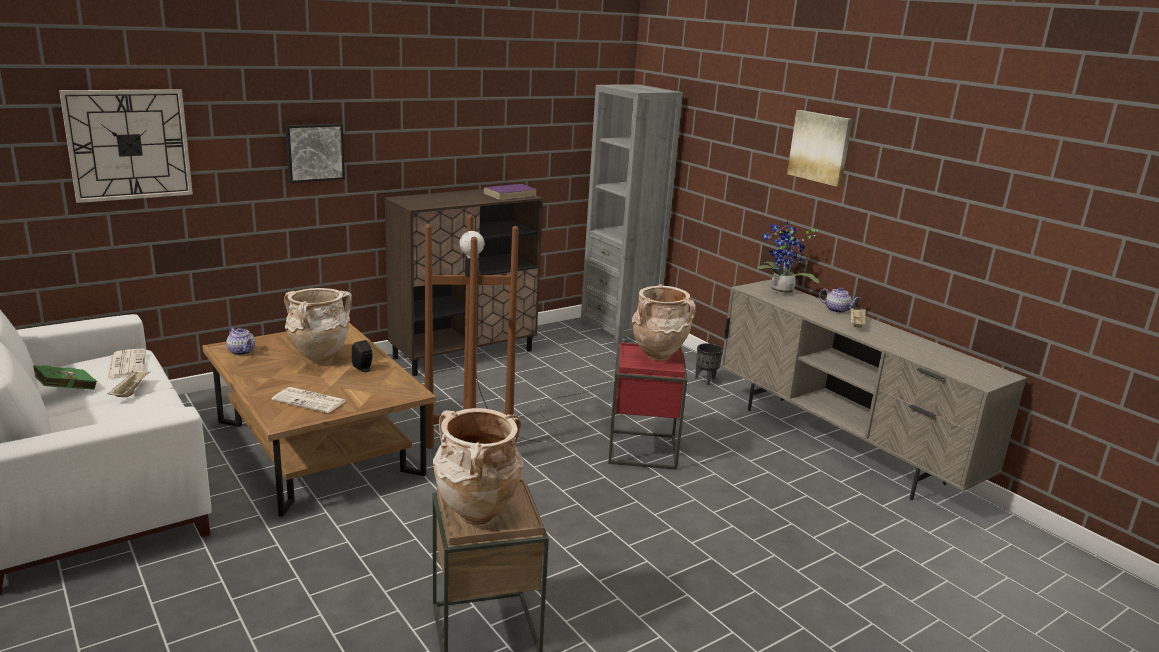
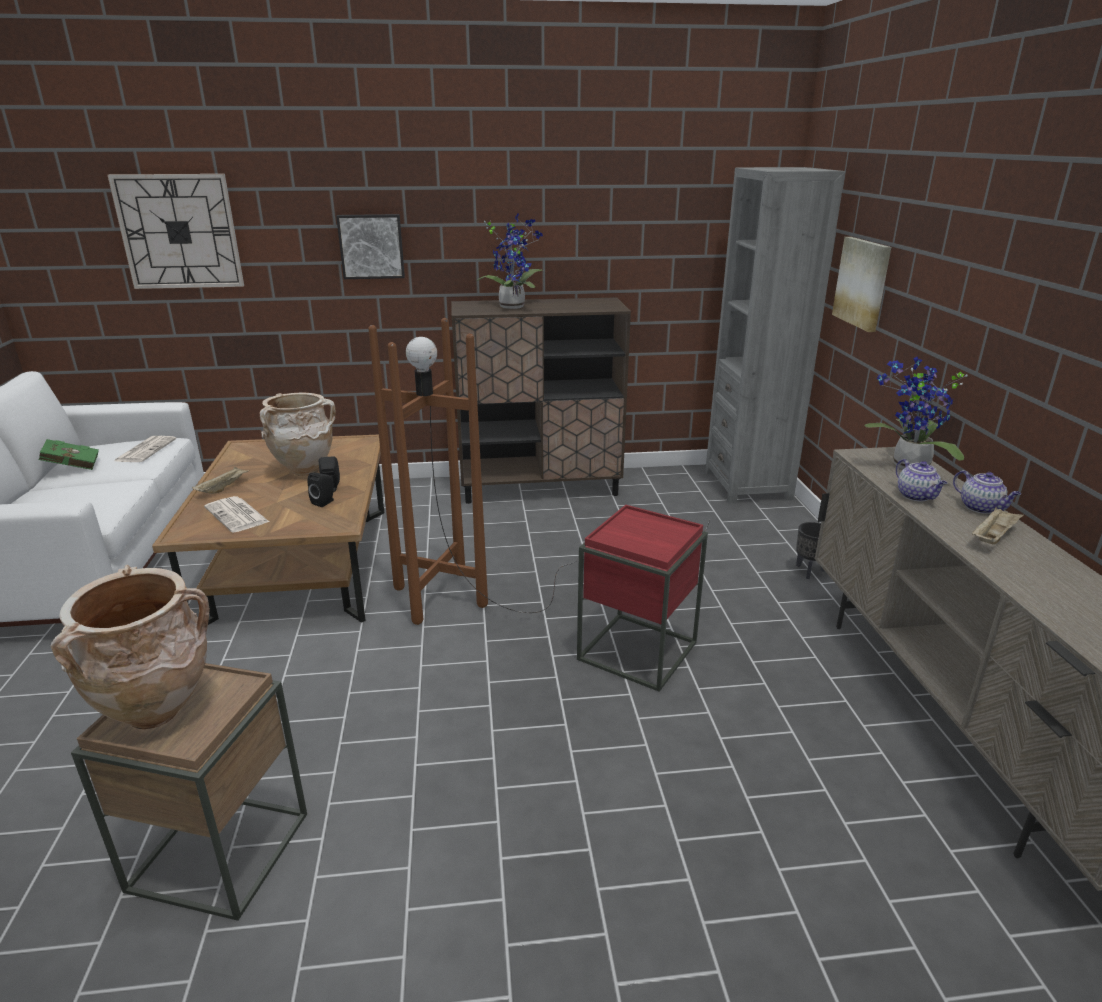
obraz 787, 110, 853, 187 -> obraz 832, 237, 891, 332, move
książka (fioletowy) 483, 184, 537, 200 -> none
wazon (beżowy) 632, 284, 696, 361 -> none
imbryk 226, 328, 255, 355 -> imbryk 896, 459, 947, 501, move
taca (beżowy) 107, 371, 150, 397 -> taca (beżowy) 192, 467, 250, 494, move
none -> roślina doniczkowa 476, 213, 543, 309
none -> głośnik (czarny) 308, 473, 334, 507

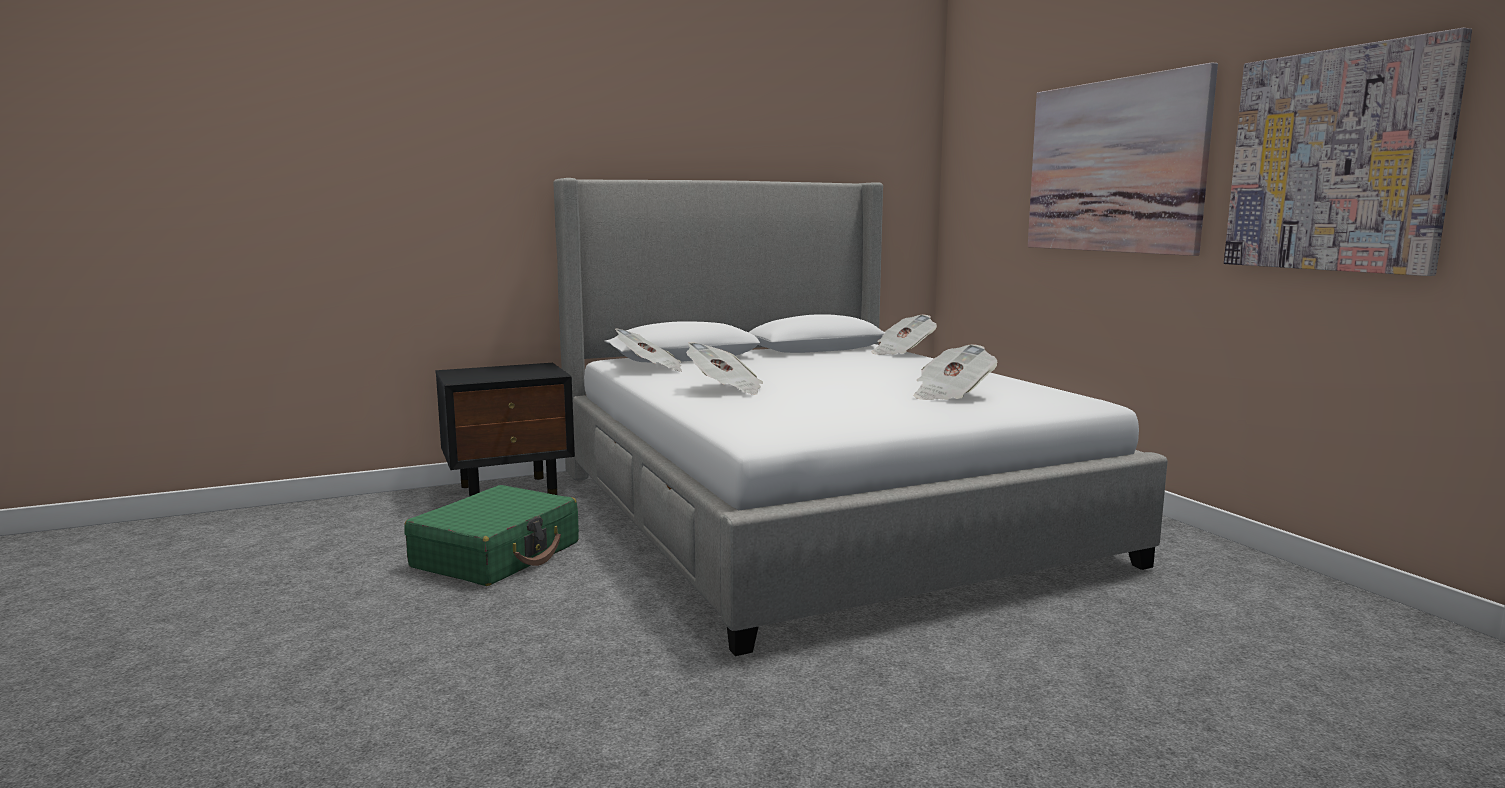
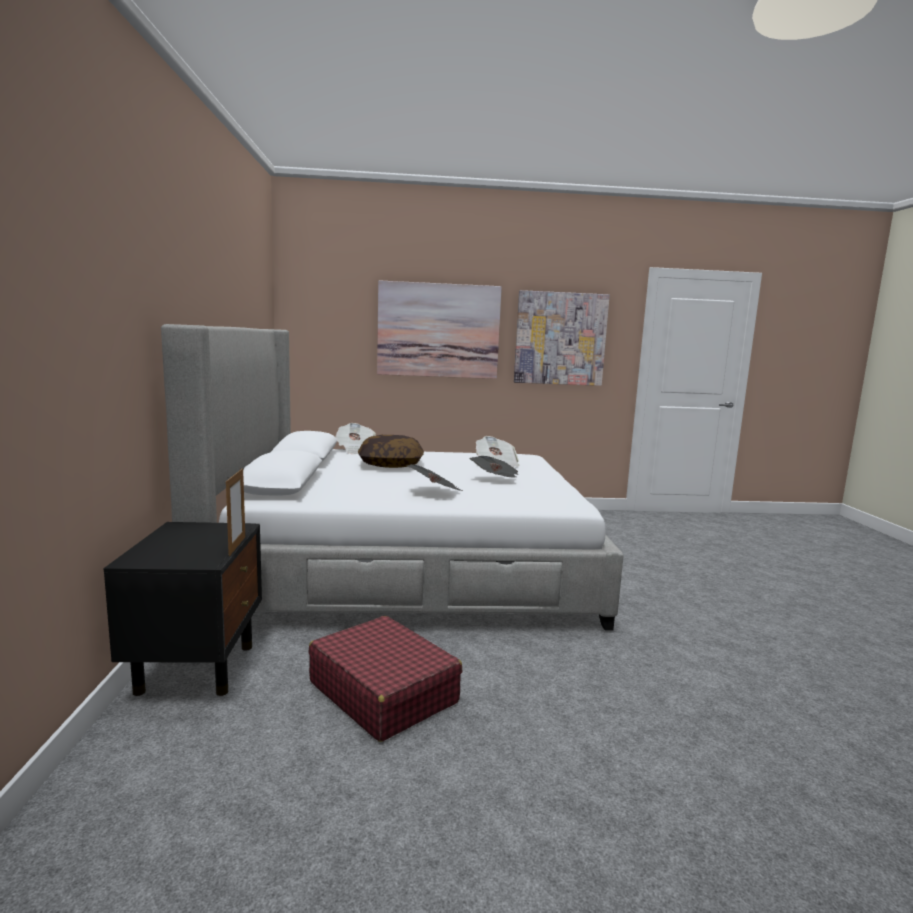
gazeta 615, 328, 682, 372 -> gazeta 469, 456, 519, 477, move
walizka (zielony) 404, 485, 579, 586 -> walizka (czerwony) 308, 616, 462, 742
none -> poduszka 358, 435, 424, 468
none -> ramka na zdjęcie 226, 468, 245, 556

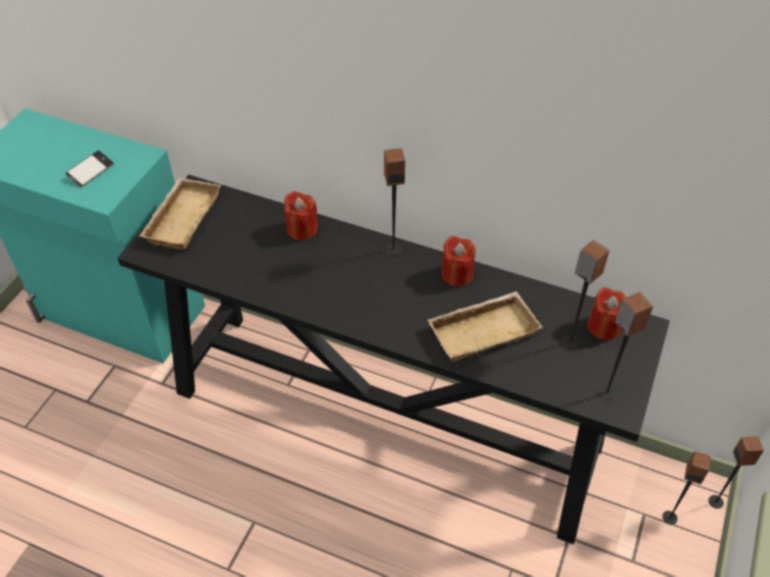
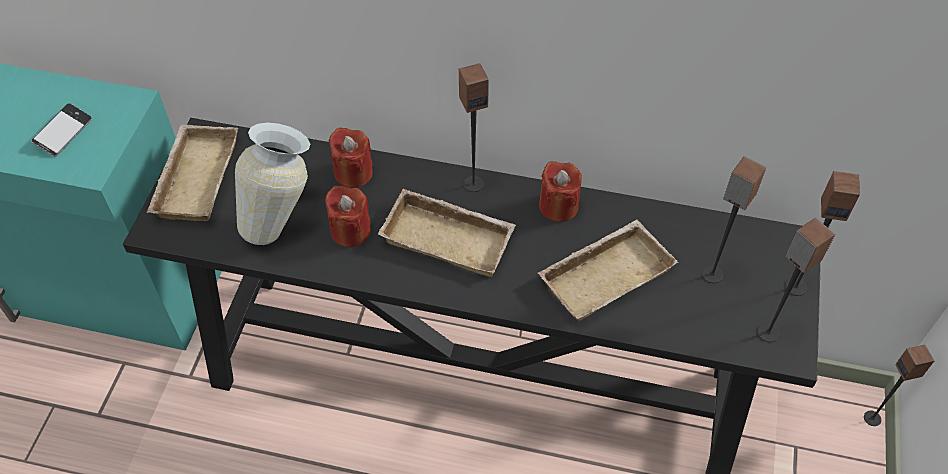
świeca (czerwony) 588, 287, 626, 340 -> świeca (czerwony) 325, 185, 371, 247, move
głośnik 662, 451, 711, 525 -> głośnik 785, 171, 860, 296, move
none -> wazon 235, 123, 310, 245
none -> taca (beżowy) 378, 188, 516, 277

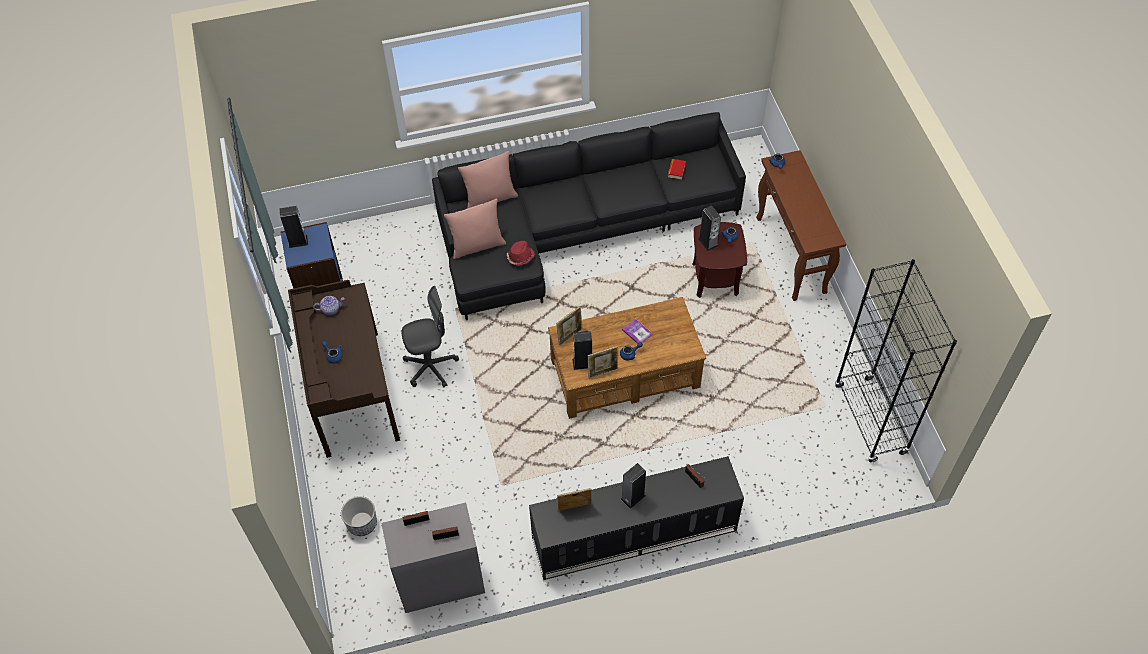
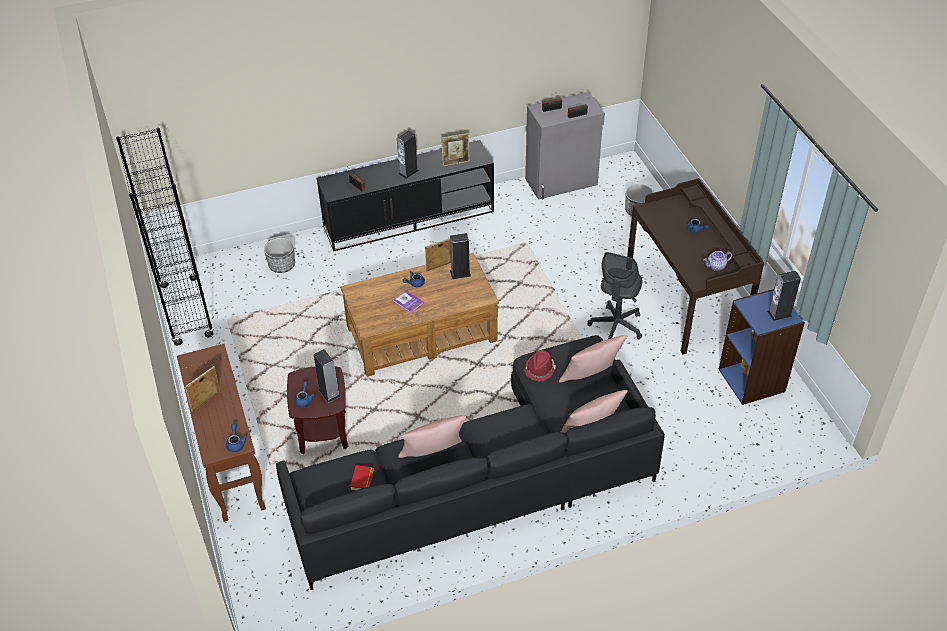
krzesło biurowe (szary) 401, 286, 459, 387 -> krzesło biurowe (szary) 587, 252, 642, 340, 45 degrees counterclockwise
ramka na zdjęcie 556, 306, 583, 346 -> ramka na zdjęcie 185, 366, 220, 412, move
none -> donica 264, 238, 295, 273
none -> poduszka (różowy) 398, 415, 467, 458

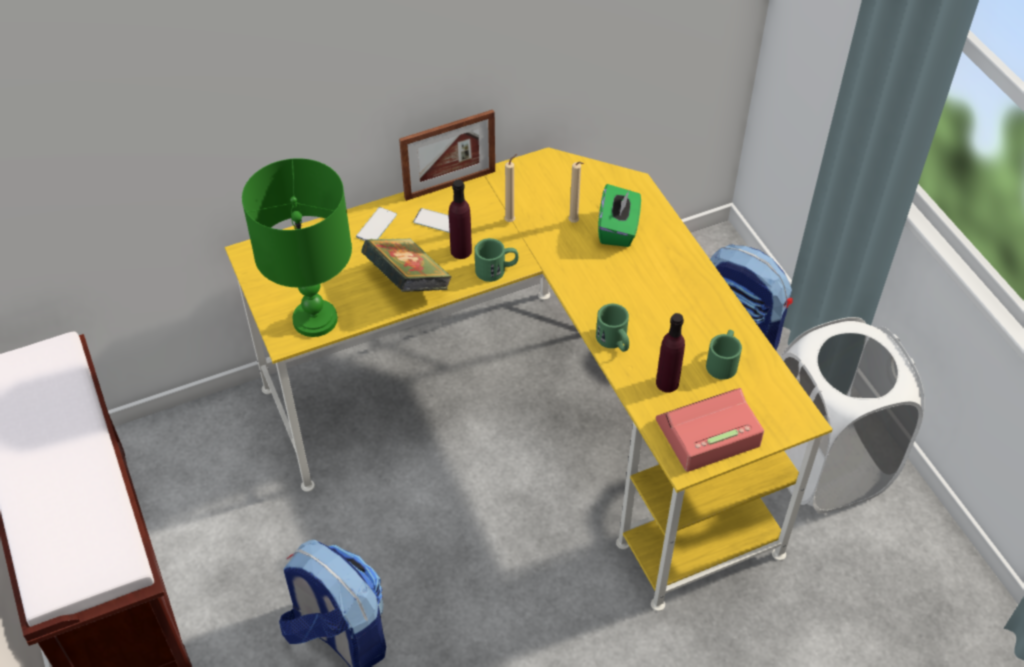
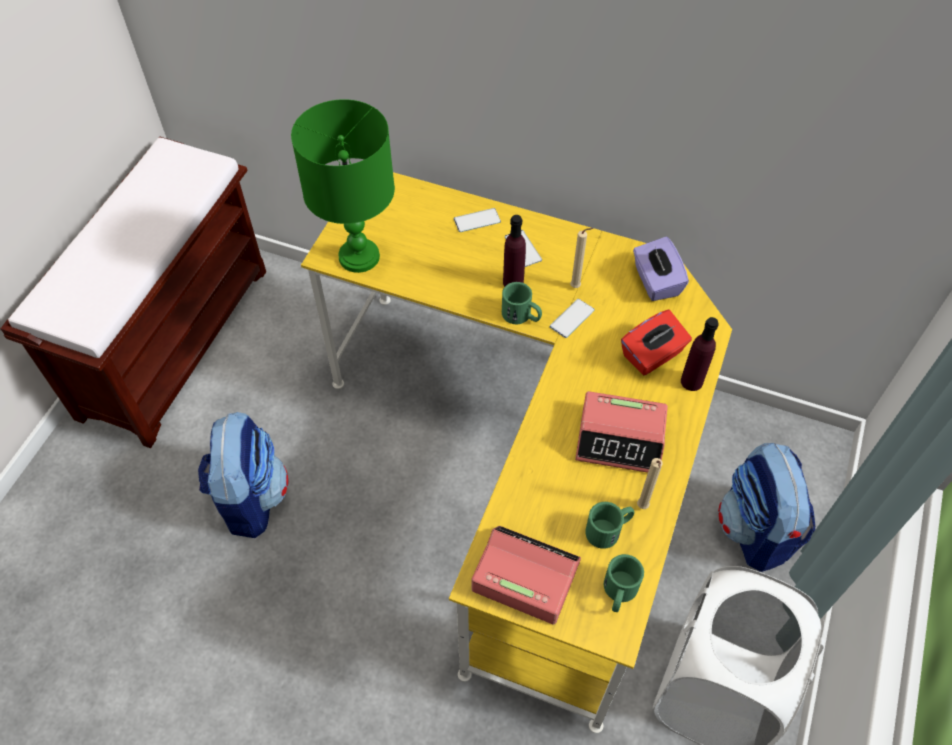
ramka na zdjęcie 399, 110, 495, 201 -> none
świeca (beżowy) 569, 162, 584, 223 -> świeca (beżowy) 637, 458, 663, 509, move
pudełko chusteczek (zielony) 598, 184, 641, 247 -> pudełko chusteczek (czerwony) 621, 310, 692, 376
książka 361, 238, 452, 292 -> none
kubek (zielony) 596, 304, 629, 352 -> kubek (zielony) 604, 554, 644, 612, move
butelka (fioletowy) 656, 313, 685, 392 -> butelka (fioletowy) 681, 317, 719, 391, move
none -> pudełko chusteczek (fioletowy) 633, 237, 689, 301
none -> telefon 550, 299, 595, 338
none -> budzik 575, 391, 668, 473

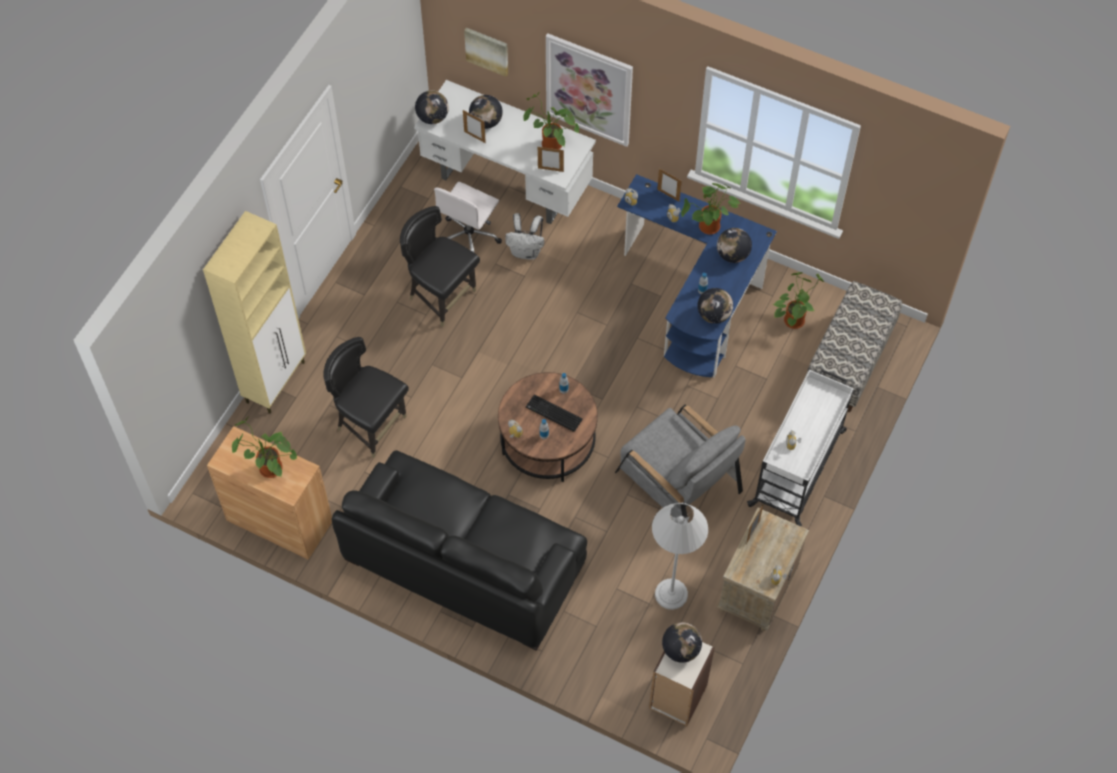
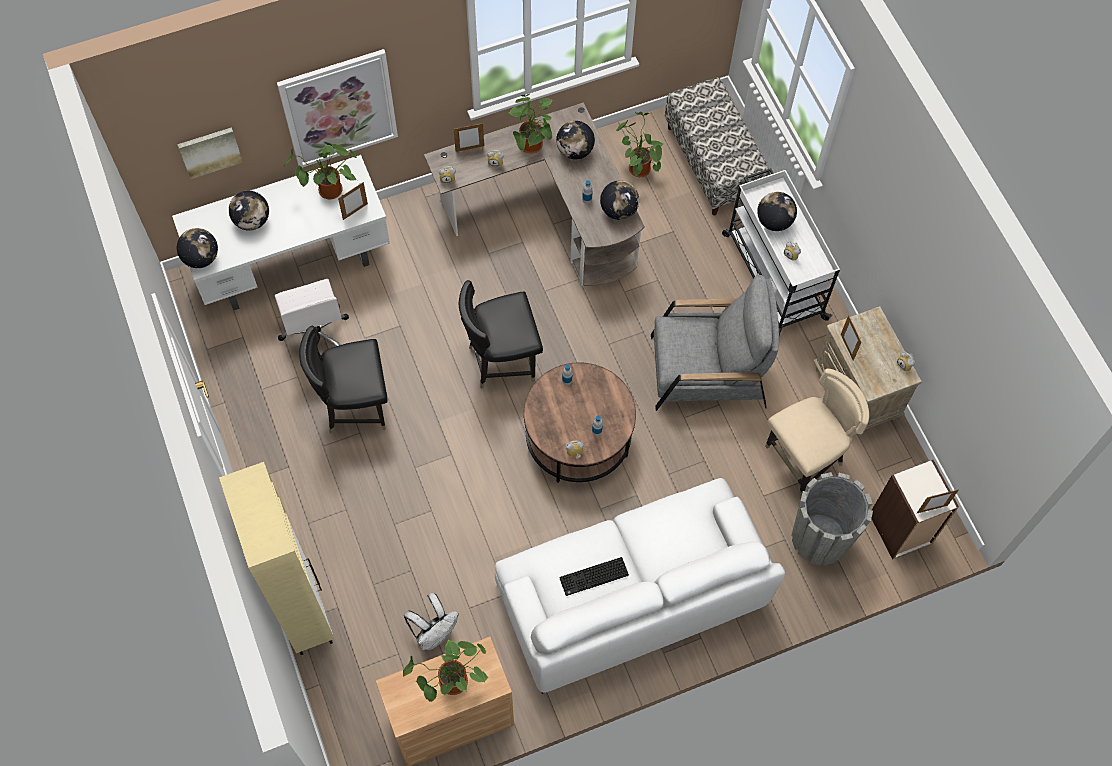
ramka na zdjęcie 463, 110, 486, 143 -> ramka na zdjęcie 917, 489, 959, 513, move
biurko (niebieski) 617, 174, 777, 378 -> biurko (brązowy) 424, 102, 645, 286
plecak (biały) 506, 213, 544, 260 -> plecak (biały) 404, 593, 459, 650, move
krzesło (czarny) 323, 337, 409, 458 -> krzesło (czarny) 458, 280, 543, 389, move
klawiatura 526, 394, 583, 432 -> klawiatura 559, 557, 629, 596, move
kanapa (czarny) 332, 450, 587, 651 -> kanapa (biały) 495, 478, 785, 694
lampa stojąca (biały) 652, 503, 708, 610 -> krzesło (beżowy) 765, 369, 869, 496
globus 662, 622, 702, 663 -> globus 757, 192, 797, 231, move
none -> donica (szary) 792, 472, 873, 566

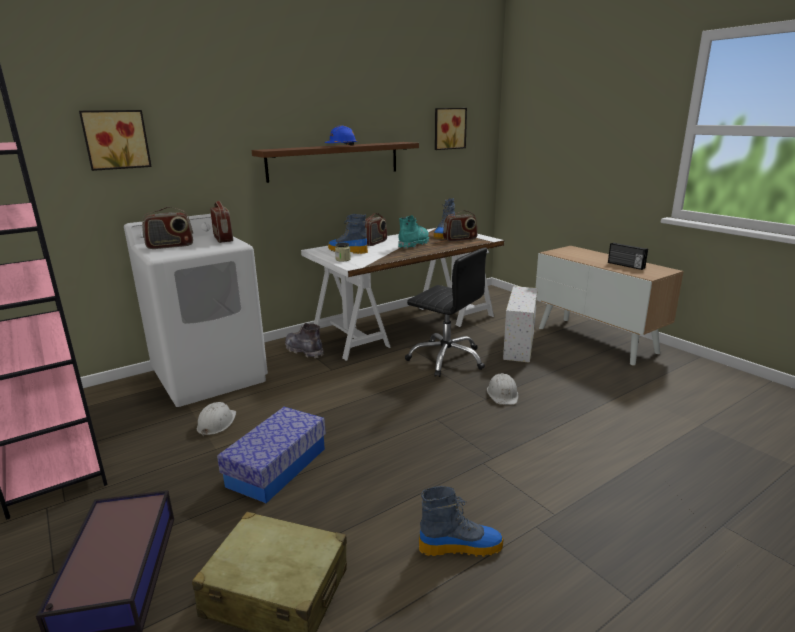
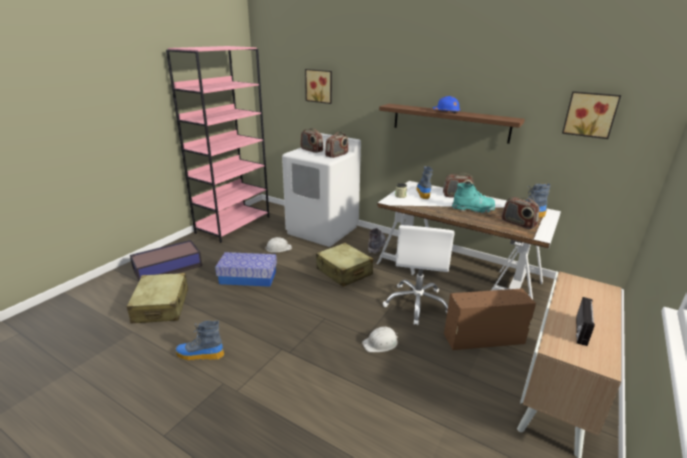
krzesło biurowe (czarny) 405, 248, 487, 377 -> krzesło biurowe (biały) 383, 225, 455, 325
pojemnik do przechowywania (biały) 503, 286, 538, 363 -> pojemnik do przechowywania (brązowy) 444, 289, 536, 350
but z cholewką 419, 486, 503, 557 -> but z cholewką 176, 320, 224, 360, 120 degrees clockwise
none -> walizka (beżowy) 316, 243, 373, 287

